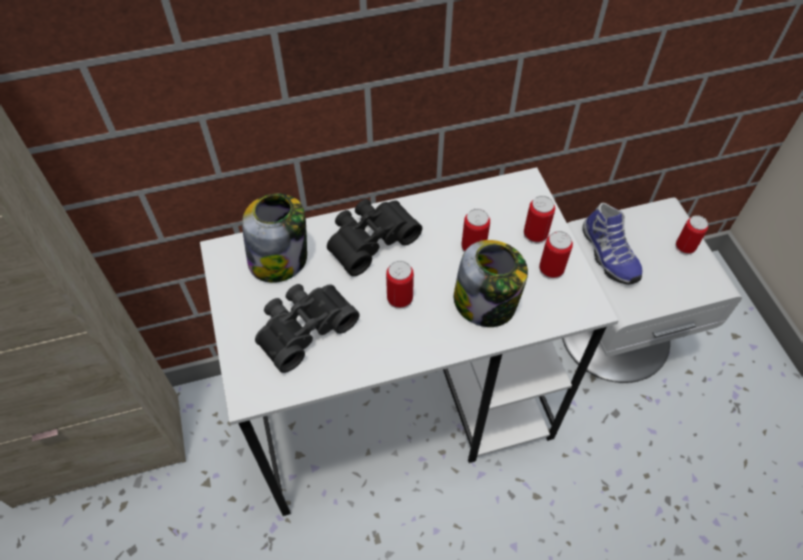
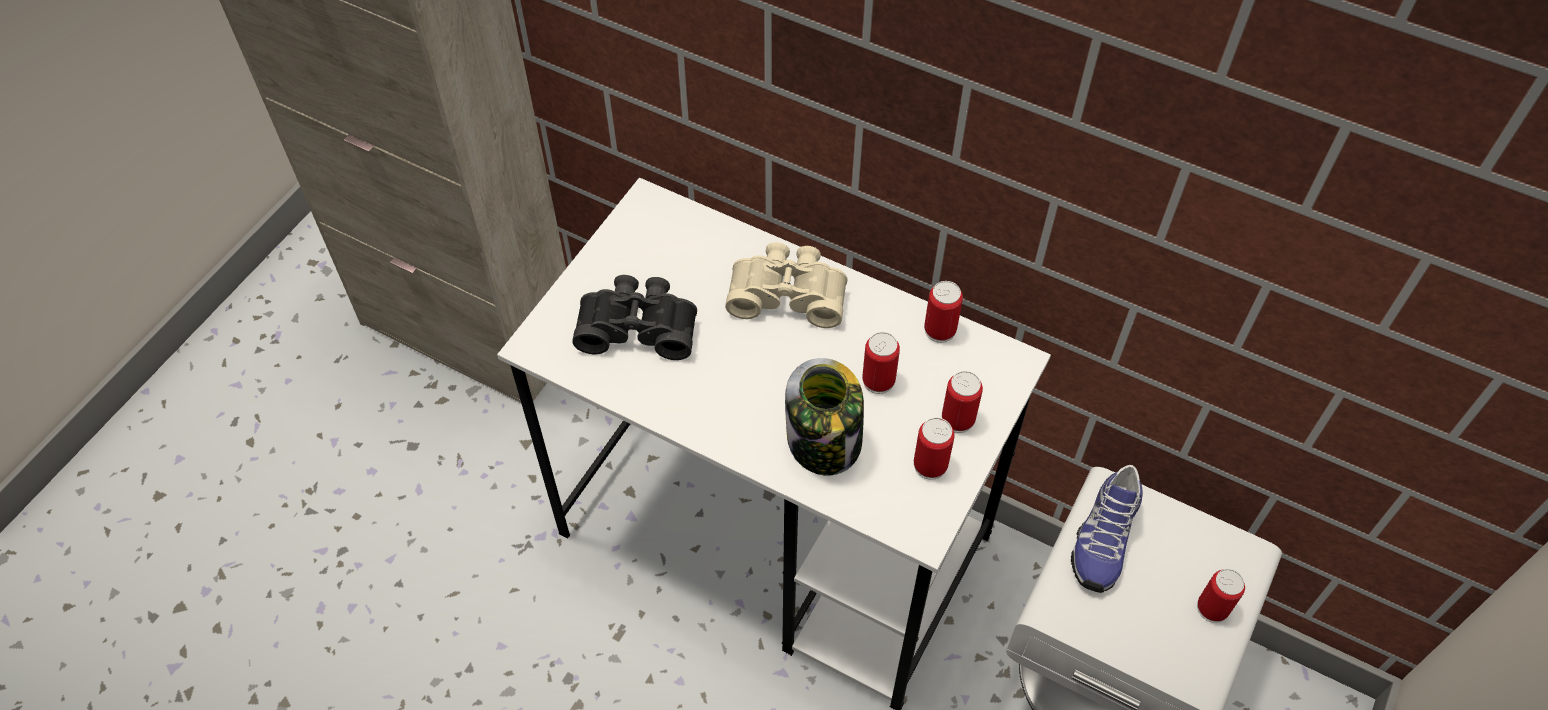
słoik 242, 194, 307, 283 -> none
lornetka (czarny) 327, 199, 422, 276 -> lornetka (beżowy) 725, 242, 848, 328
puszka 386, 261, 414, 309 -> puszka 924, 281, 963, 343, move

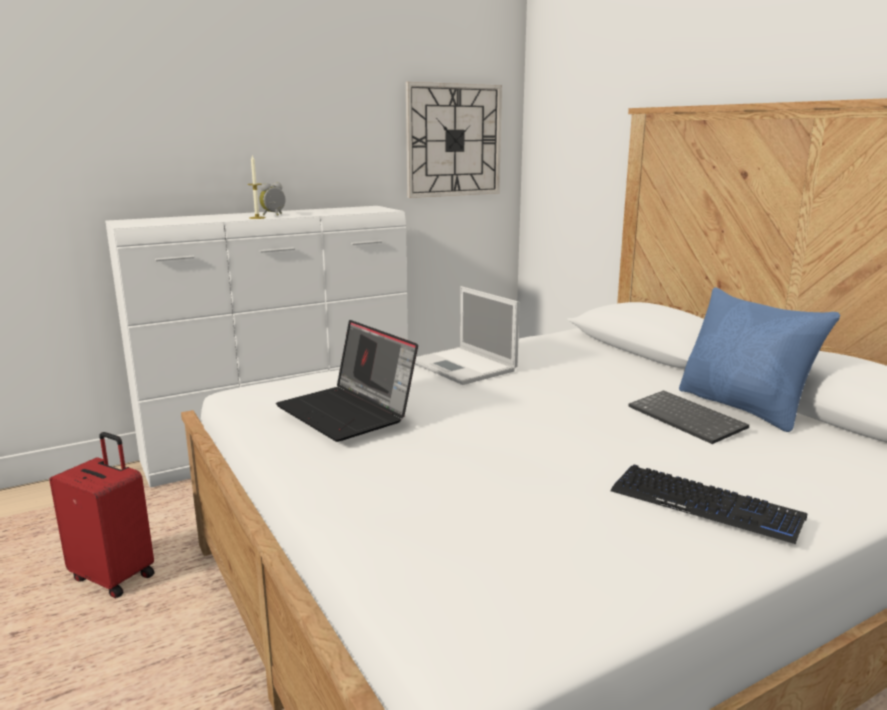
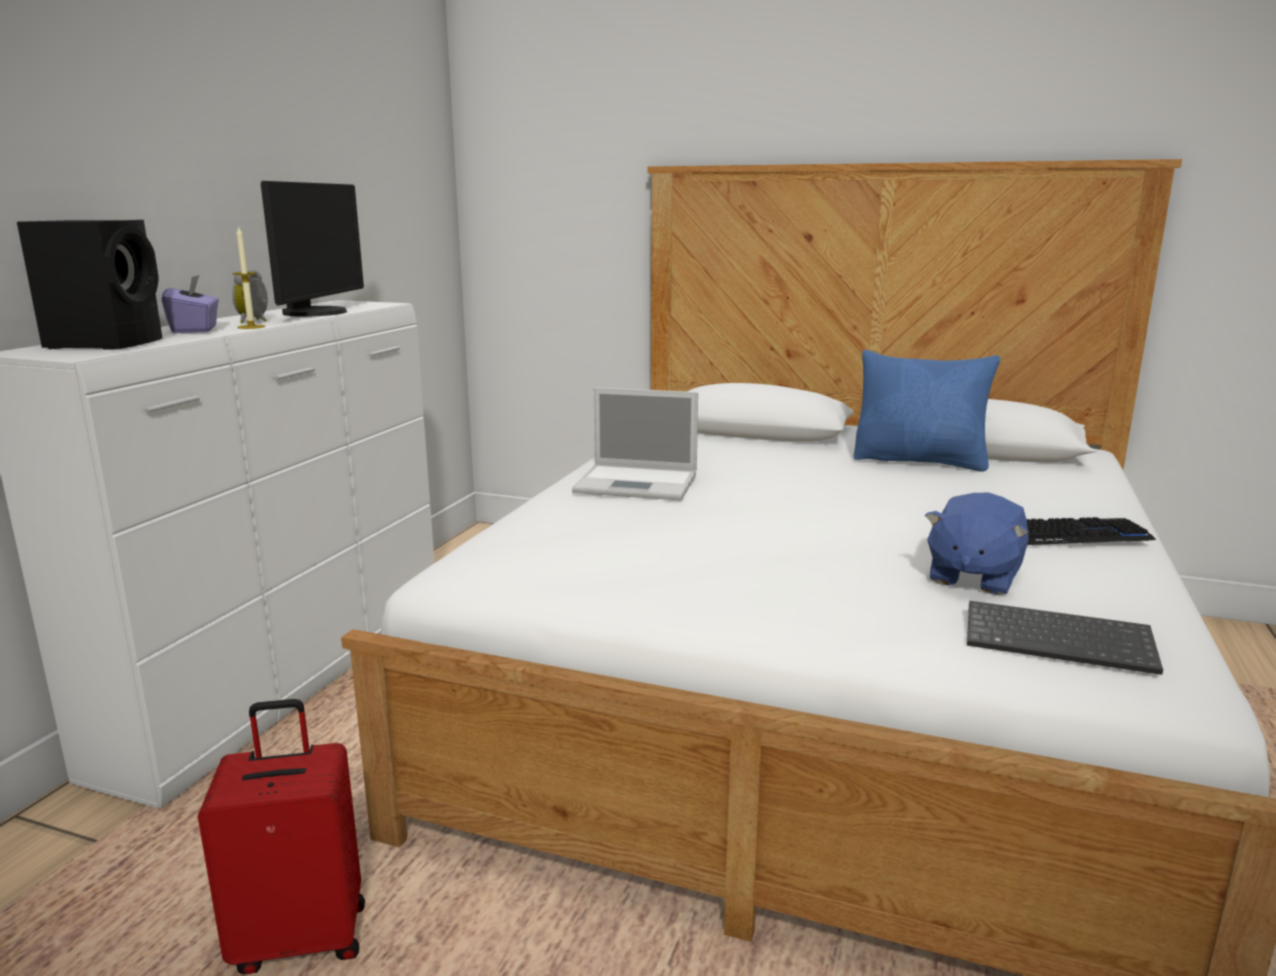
zegar ścienny 406, 82, 502, 198 -> none
laptop 276, 320, 418, 442 -> none
klawiatura 628, 390, 749, 444 -> klawiatura 967, 601, 1163, 675, move
none -> monitor 261, 181, 364, 317
none -> głośnik (czarny) 17, 220, 162, 350
none -> pudełko chusteczek (fioletowy) 161, 275, 219, 333
none -> pluszak (niebieski) 925, 493, 1029, 595

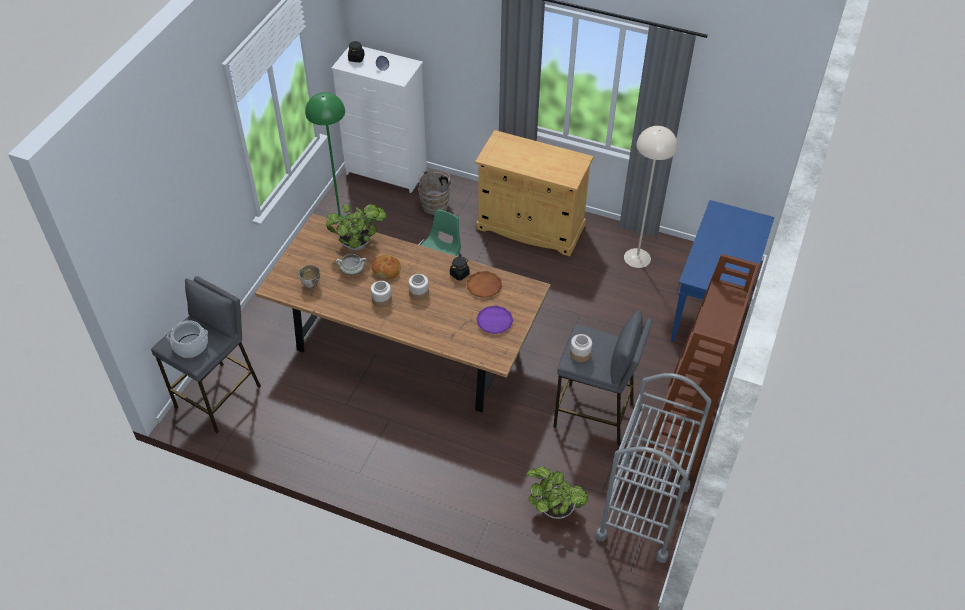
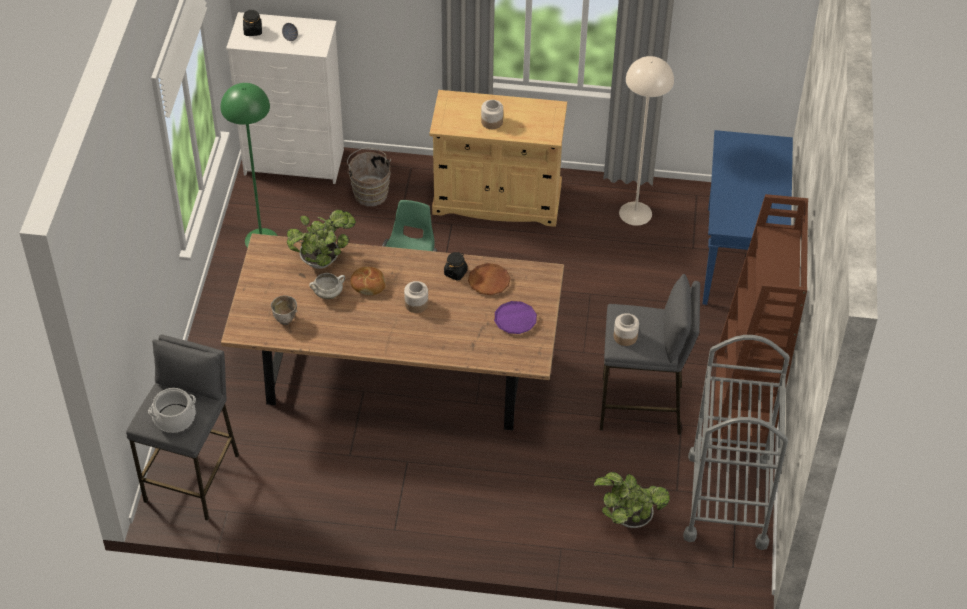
słoik 371, 281, 392, 307 -> słoik 481, 100, 503, 129, move

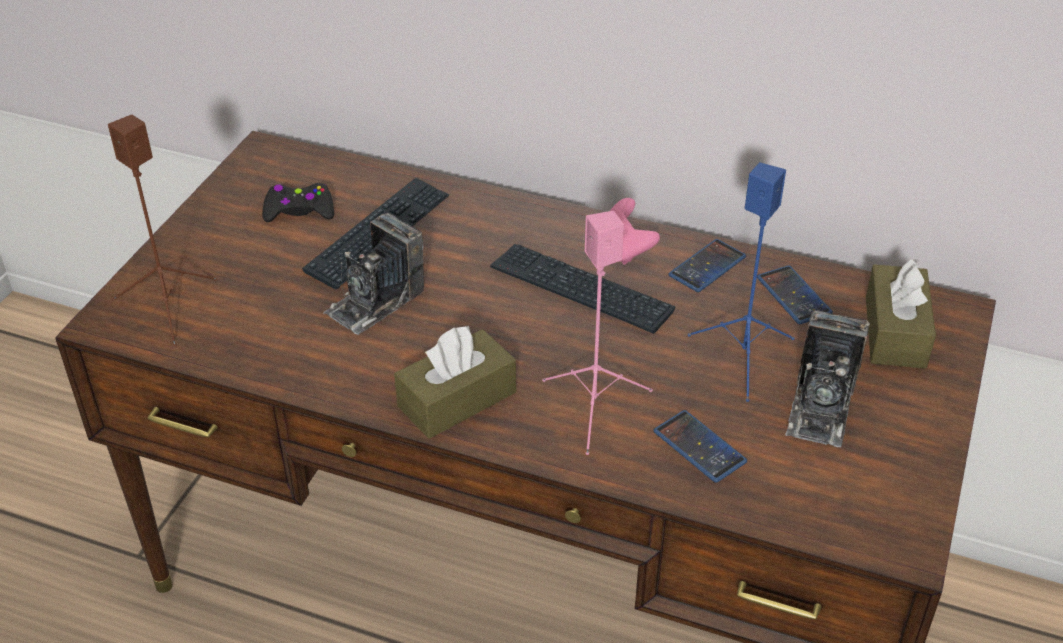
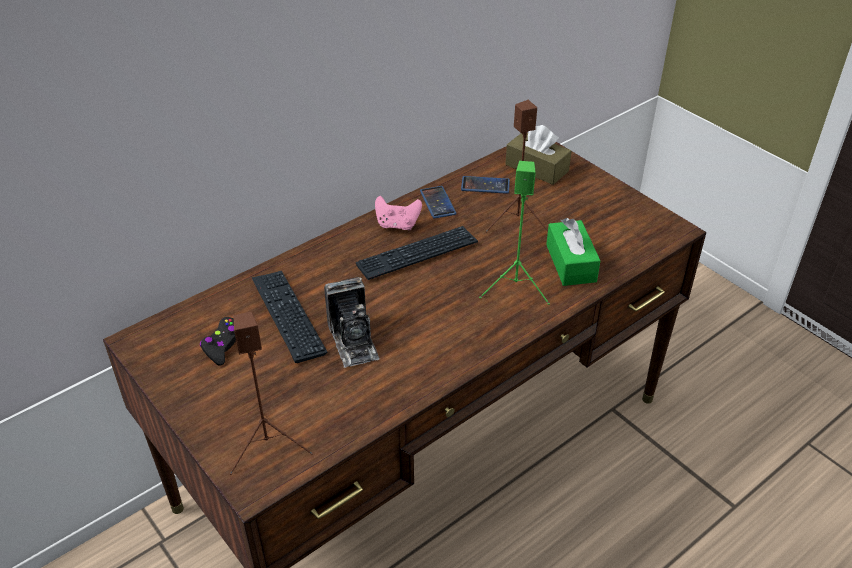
głośnik (niebieski) 688, 162, 795, 402 -> głośnik (brązowy) 485, 100, 548, 233
głośnik (różowy) 542, 211, 653, 455 -> głośnik (zielony) 479, 161, 550, 305
aparat fotograficzny 785, 310, 870, 447 -> none
pudełko chusteczek (brązowy) 394, 326, 516, 439 -> none
telefon 653, 410, 747, 483 -> pudełko chusteczek (zielony) 546, 218, 600, 286

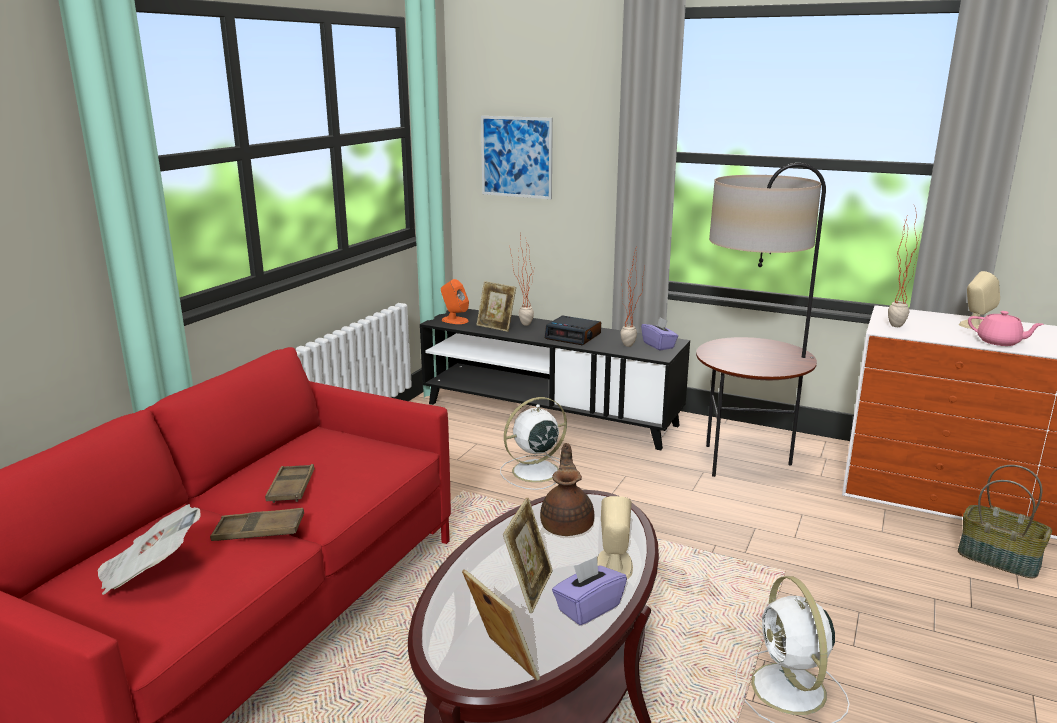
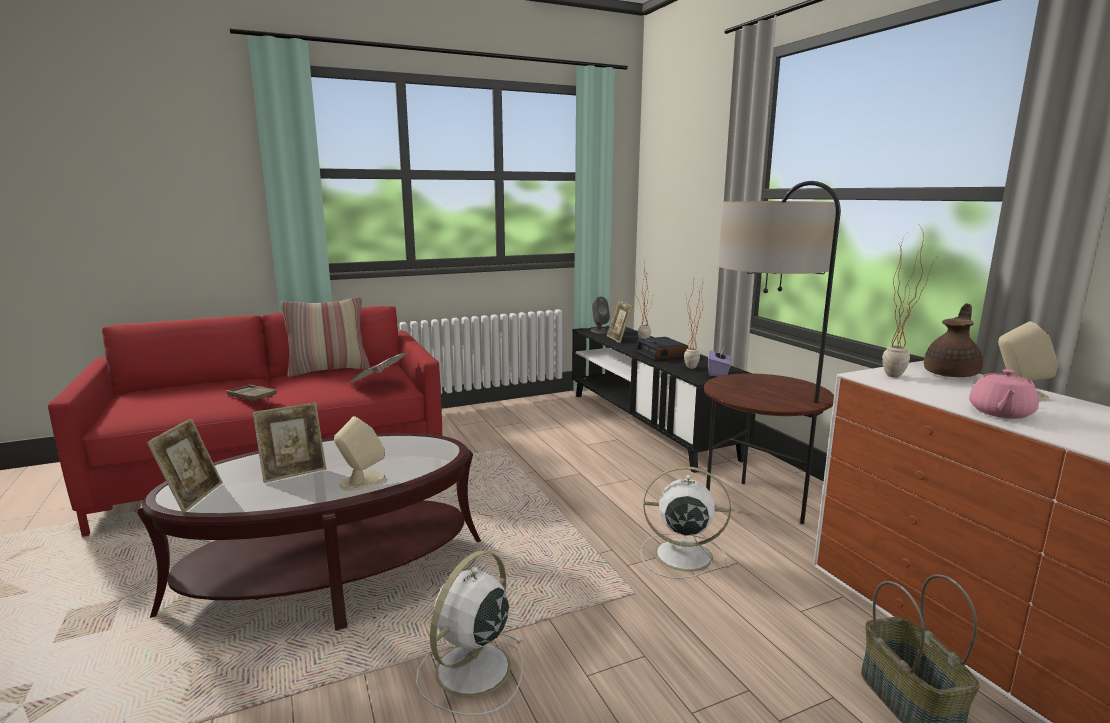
obraz 481, 116, 553, 199 -> none
głośnik (pomarańczowy) 441, 279, 469, 324 -> głośnik (szary) 591, 297, 610, 334
imbryk (różowy) 968, 311, 1044, 346 -> imbryk (różowy) 969, 369, 1039, 419, 45 degrees clockwise
wentylator (biały) 500, 397, 567, 490 -> wentylator (biały) 641, 466, 731, 579, move
imbryk (brązowy) 540, 443, 594, 536 -> imbryk (brązowy) 924, 303, 983, 377, move
taca (brązowy) 265, 464, 314, 503 -> none
gazeta 97, 504, 201, 595 -> gazeta 348, 353, 407, 383, move
pudełko chusteczek (fioletowy) 552, 556, 627, 625 -> none
none -> poduszka 280, 297, 370, 377

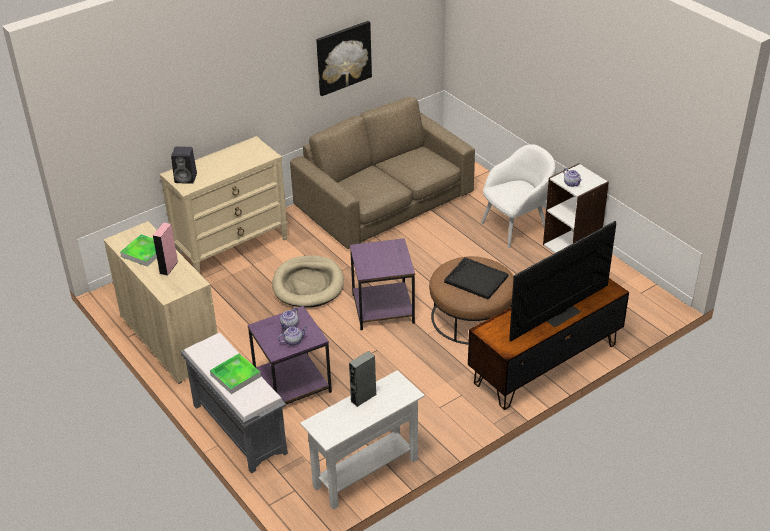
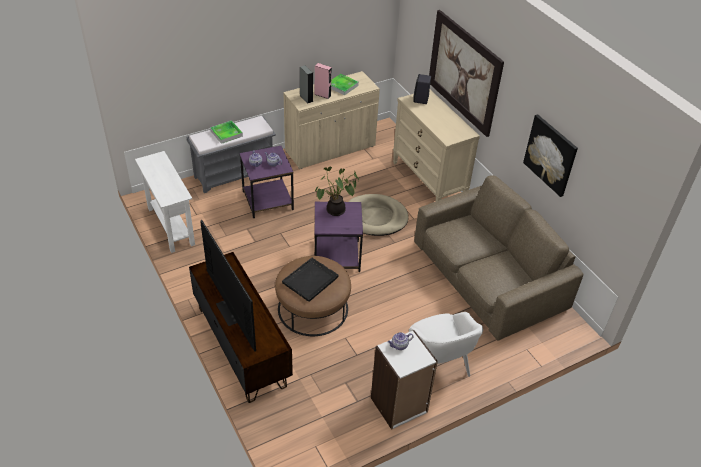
głośnik (szary) 349, 351, 377, 407 -> głośnik (szary) 300, 65, 313, 103, move
none -> obraz 429, 10, 504, 137
none -> roślina doniczkowa 315, 166, 359, 216

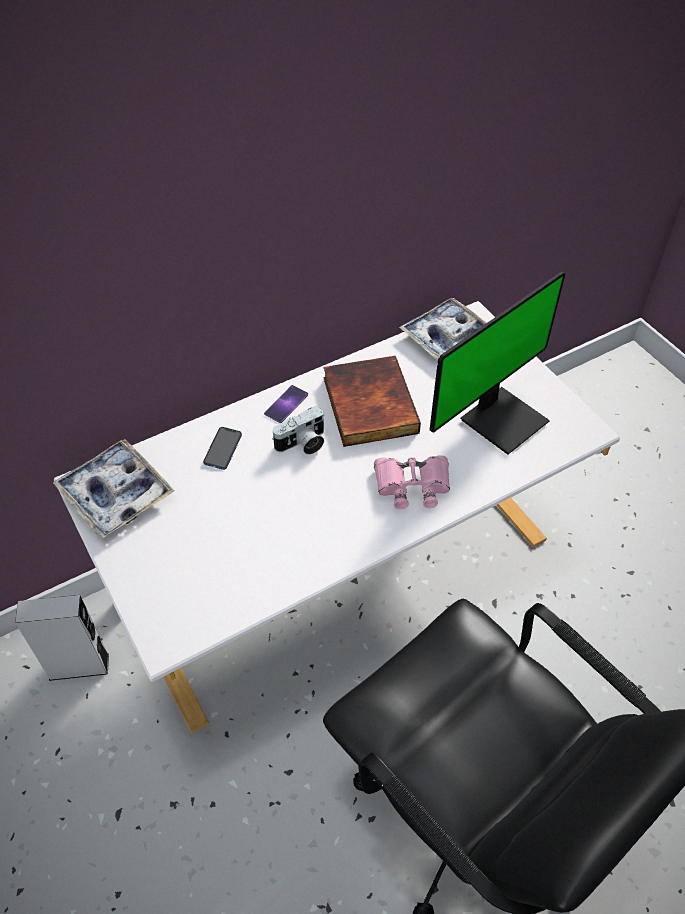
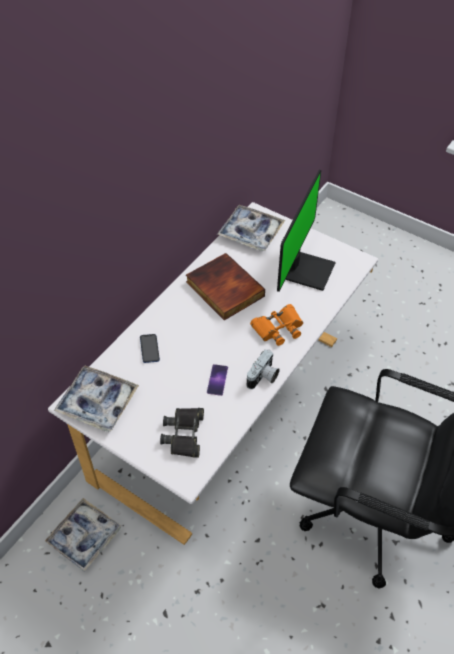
telefon 264, 385, 308, 423 -> telefon 207, 364, 228, 396, move
aparat fotograficzny 272, 406, 324, 454 -> aparat fotograficzny 247, 349, 280, 389, move
lornetka (różowy) 374, 455, 450, 509 -> lornetka (pomarańczowy) 250, 304, 303, 346
głośnik (szary) 15, 595, 109, 681 -> taca 45, 498, 121, 572
none -> lornetka (czarny) 160, 408, 204, 458

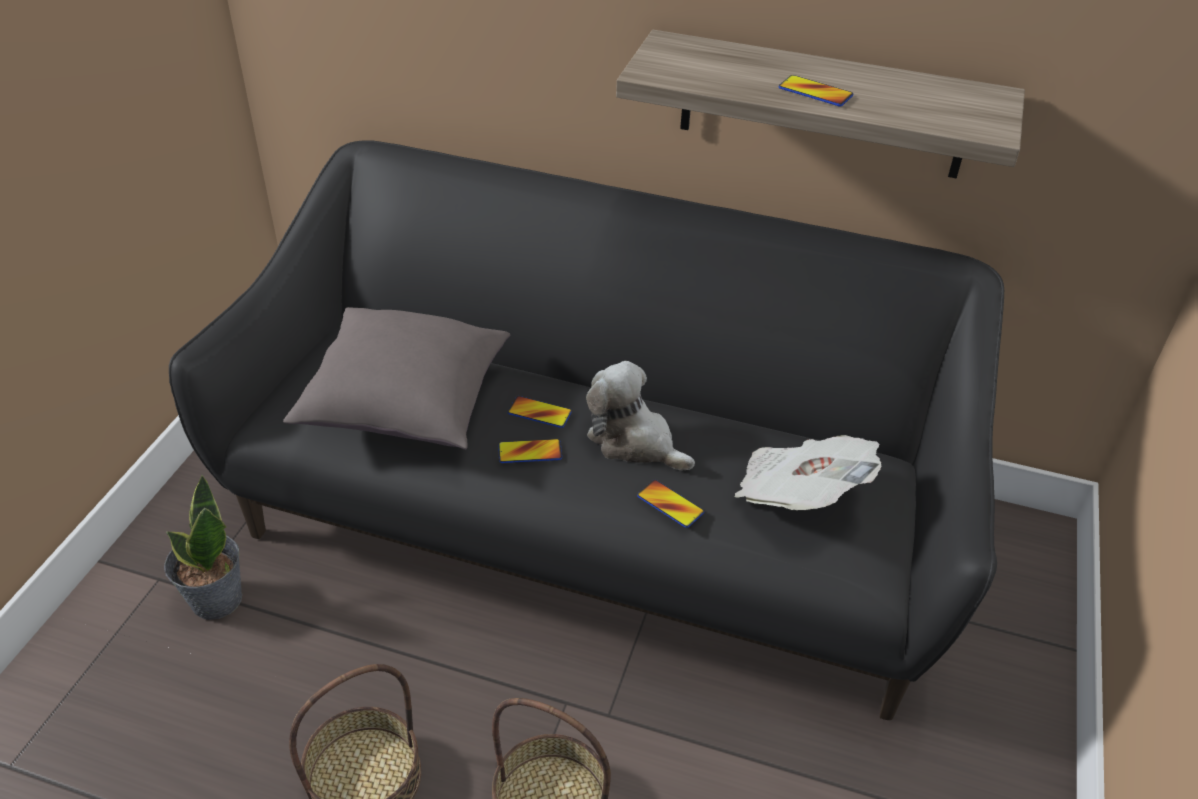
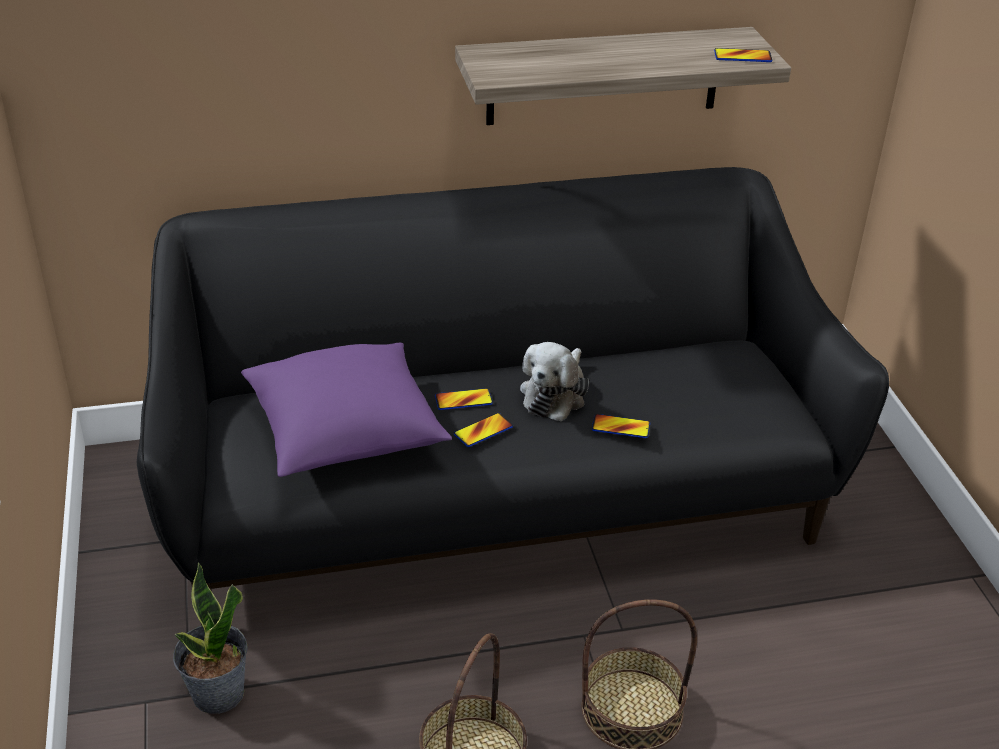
telefon 779, 75, 853, 107 -> telefon 714, 48, 772, 62, move
poduszka (szary) 283, 307, 510, 450 -> poduszka (fioletowy) 241, 343, 452, 477
pluszak 586, 361, 695, 471 -> pluszak 520, 342, 589, 421, 75 degrees counterclockwise
gazeta 734, 435, 881, 510 -> none

